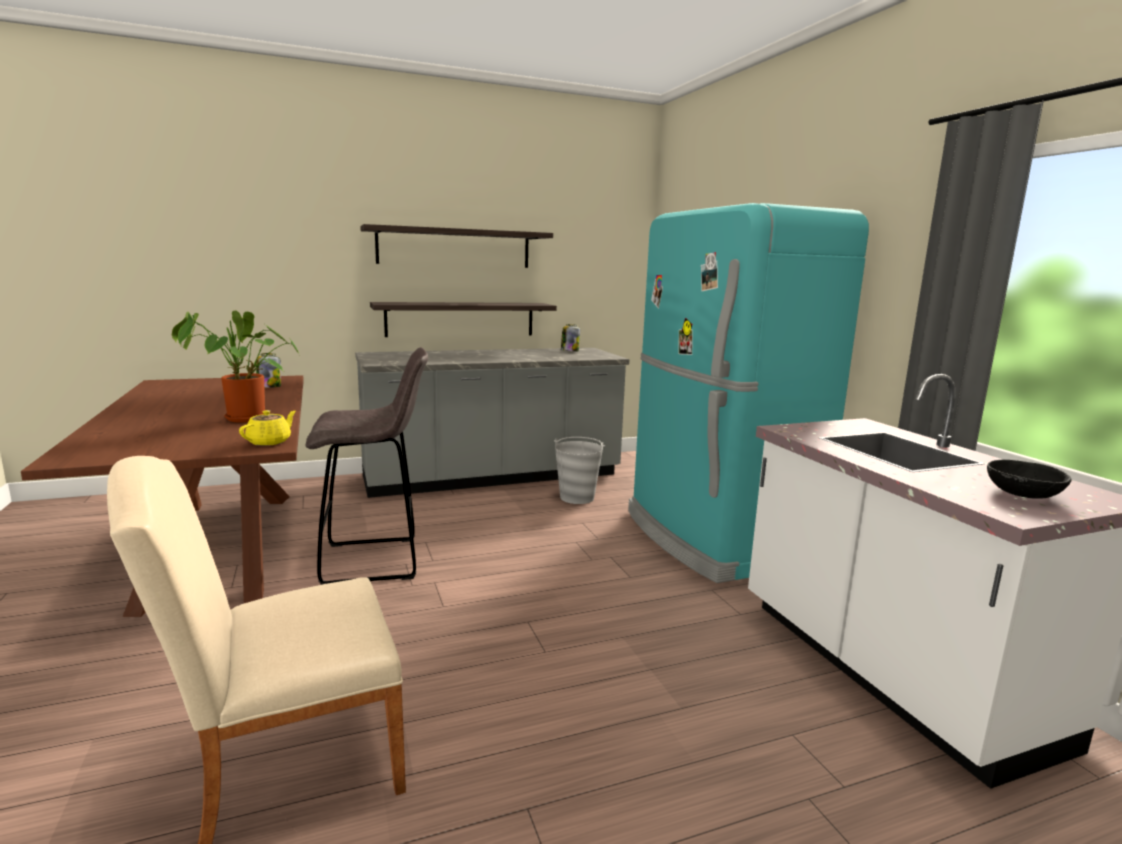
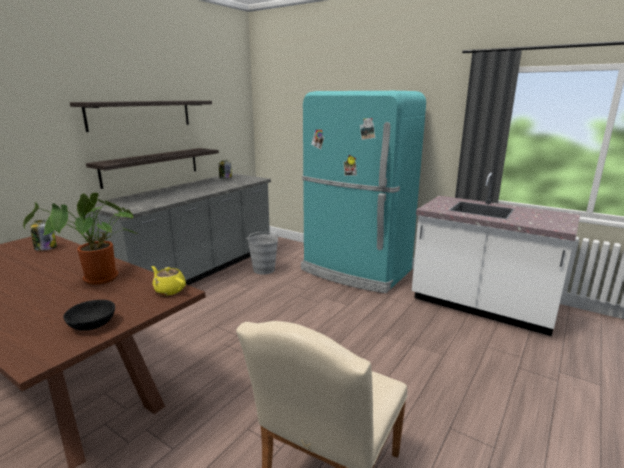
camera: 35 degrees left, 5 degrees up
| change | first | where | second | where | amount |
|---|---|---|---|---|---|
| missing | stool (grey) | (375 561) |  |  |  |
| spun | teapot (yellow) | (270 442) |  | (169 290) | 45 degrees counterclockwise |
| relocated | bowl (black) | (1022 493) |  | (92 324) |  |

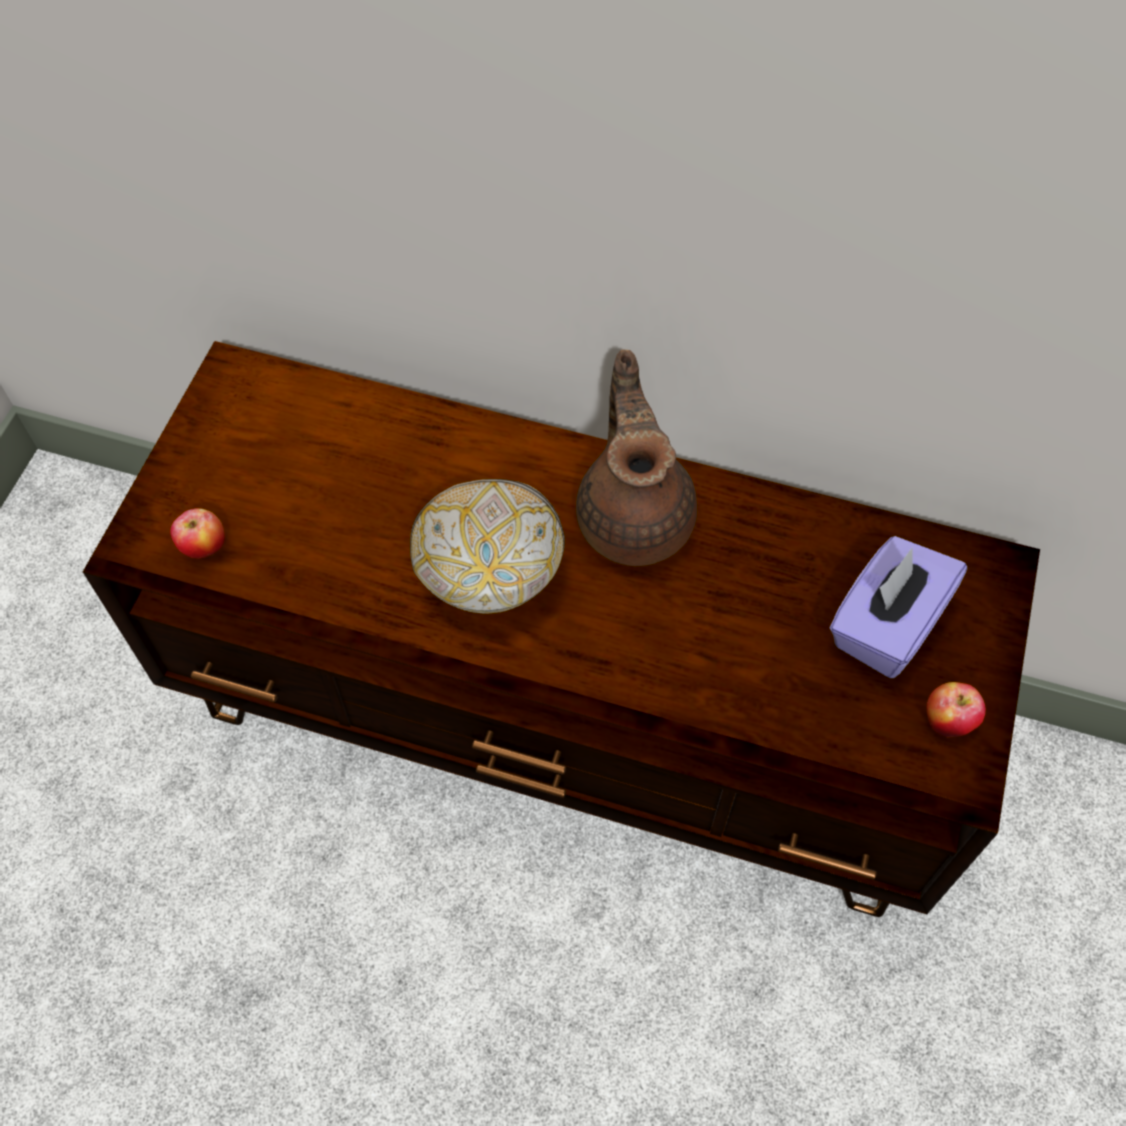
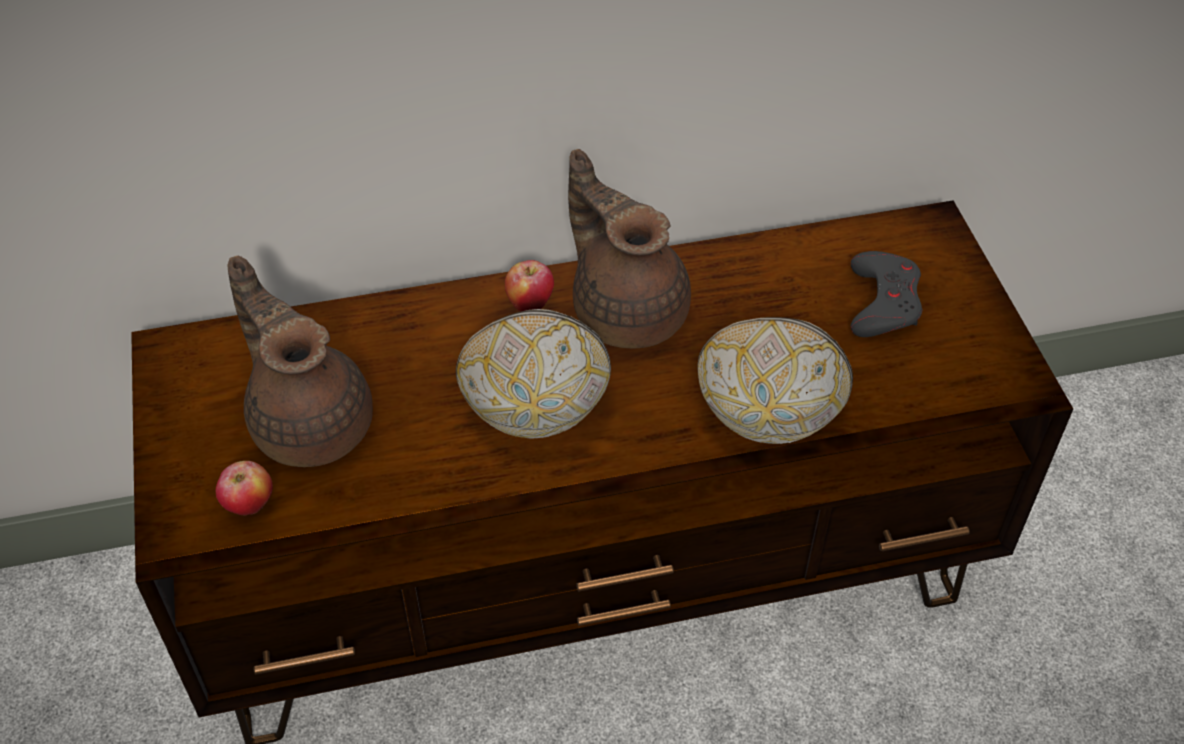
camera: 30 degrees left, 10 degrees down
| change | first | where | second | where | amount |
|---|---|---|---|---|---|
| exchanged | tissue box (purple) | (885 625) | game controller (grey) | (883 302) |  |
| relocated | apple | (947 721) |  | (530 303) |  |
| appeared |  |  | teapot (brown) | (310 421) |  |
| appeared |  |  | bowl | (770 412) |  |

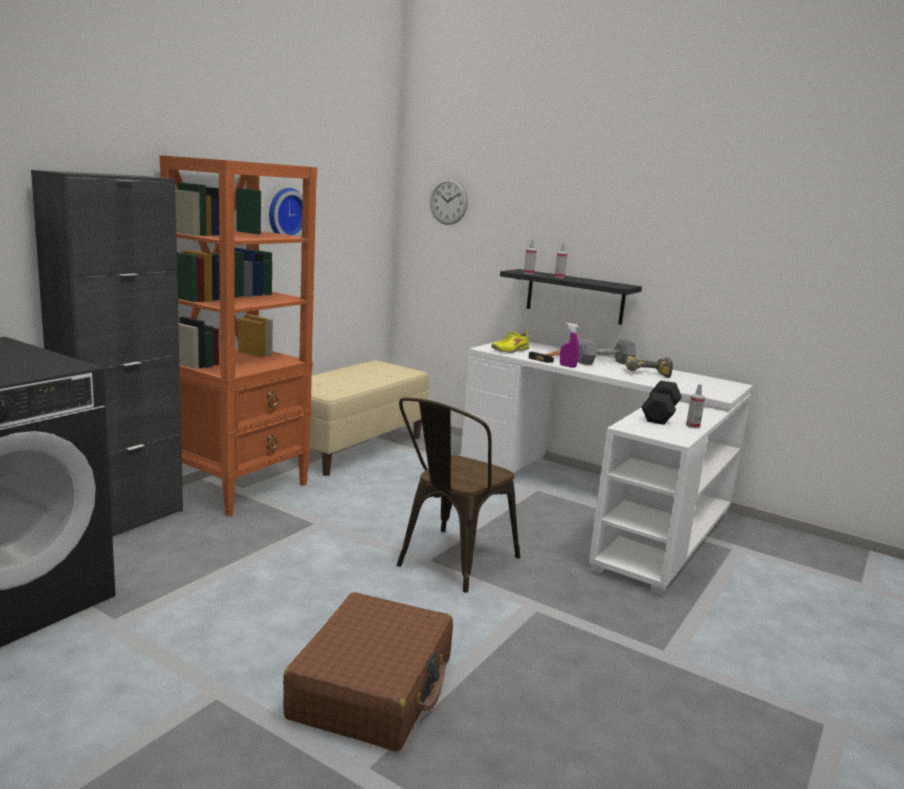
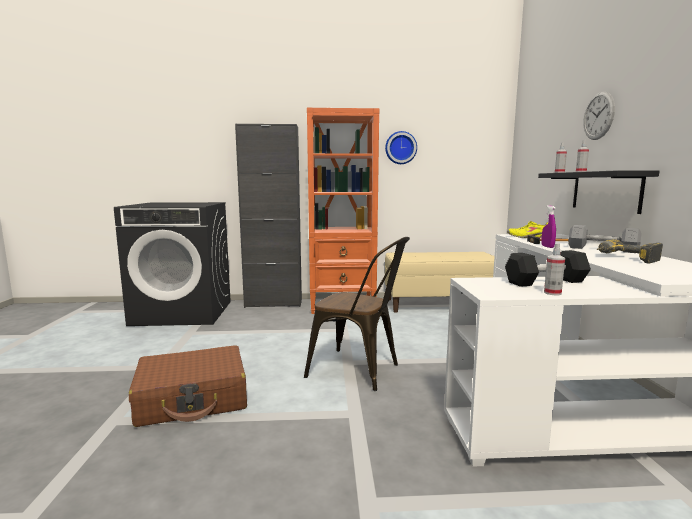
camera: 55 degrees right, 5 degrees down
| change | first | where | second | where | amount |
|---|---|---|---|---|---|
| relocated | wall clock | (448 201) |  | (598 116) |  |
| spun | chair (brown) | (451 563) |  | (360 371) | 150 degrees counterclockwise |

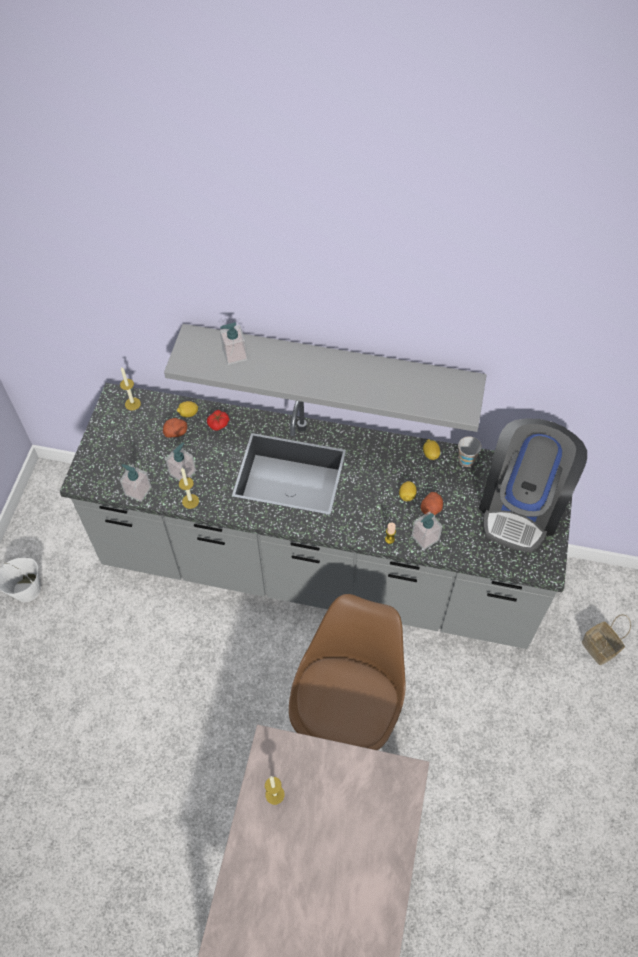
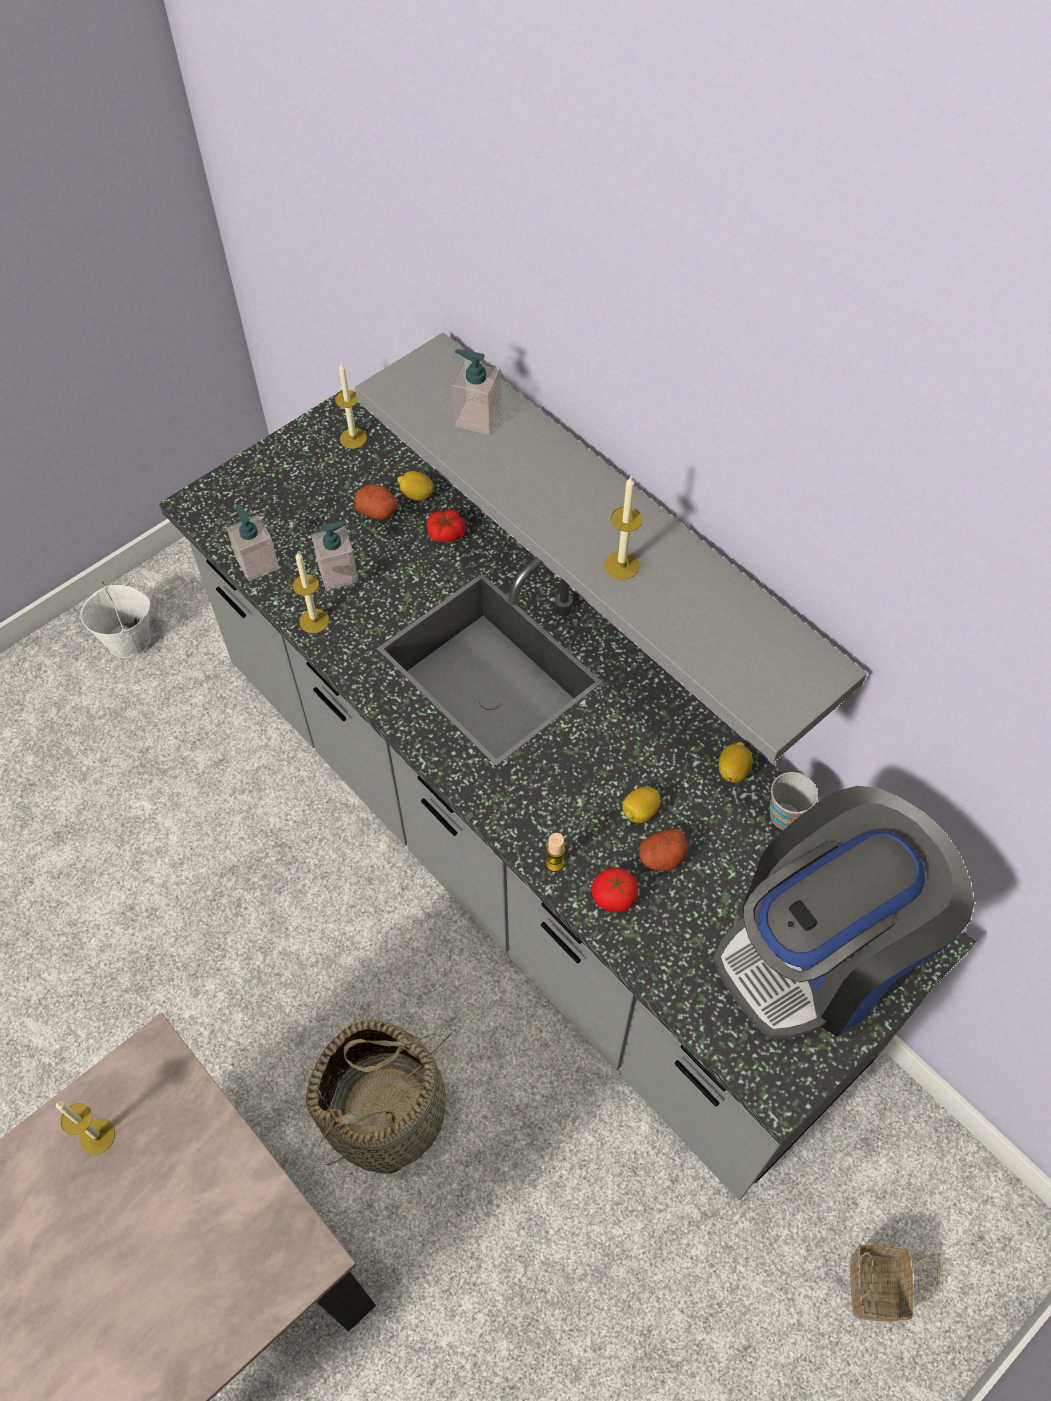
camera: 35 degrees right, 0 degrees up
| change | first | where | second | where | amount |
|---|---|---|---|---|---|
| exchanged | soap dispenser | (425 538) | tomato | (613 897) |  |
| exchanged | chair (brown) | (347 722) | basket | (387 1111) |  |
| appeared |  |  | candle | (621 565) |  |

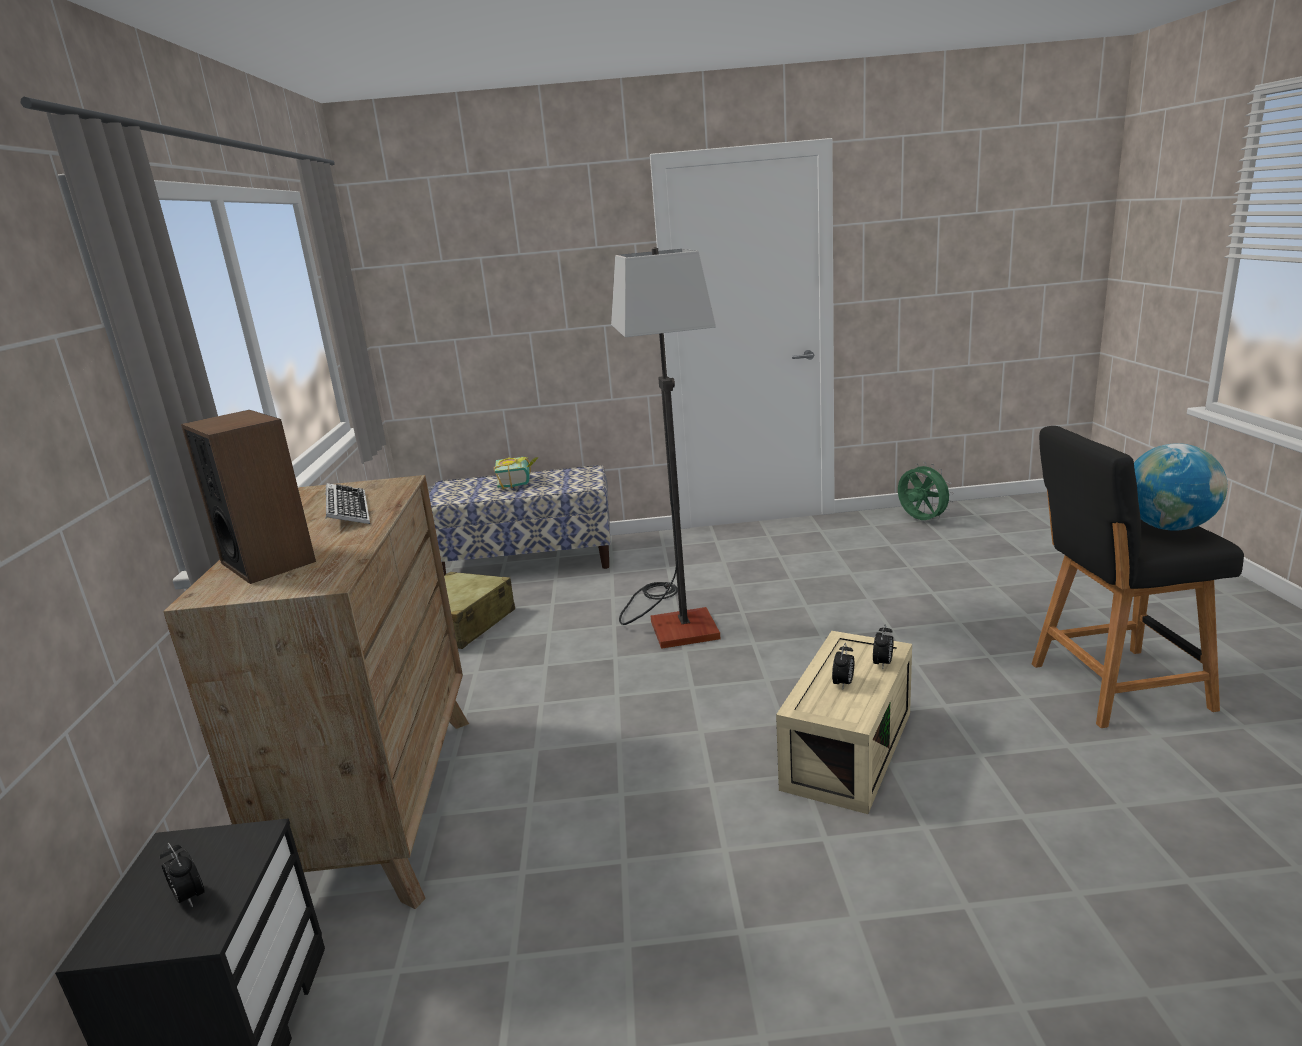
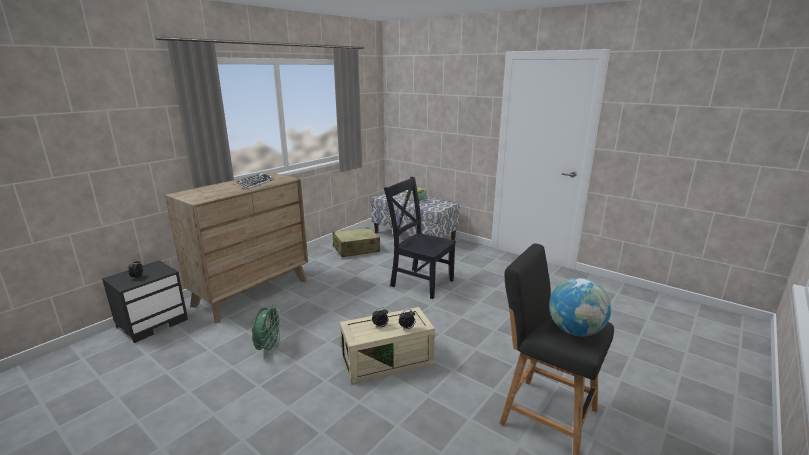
camera: 40 degrees right, 0 degrees up
| change | first | where | second | where | amount |
|---|---|---|---|---|---|
| exchanged | floor lamp | (674 621) | chair (black) | (420 282) |  |
| missing | speaker | (268 562) |  |  |  |
| relocated | fan (green) | (921 521) |  | (269 348) |  |

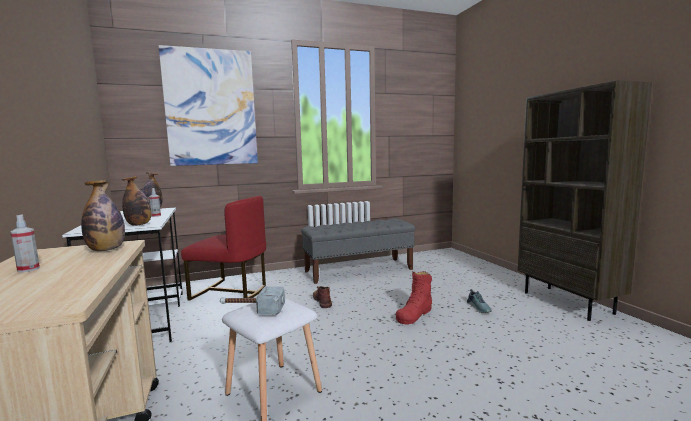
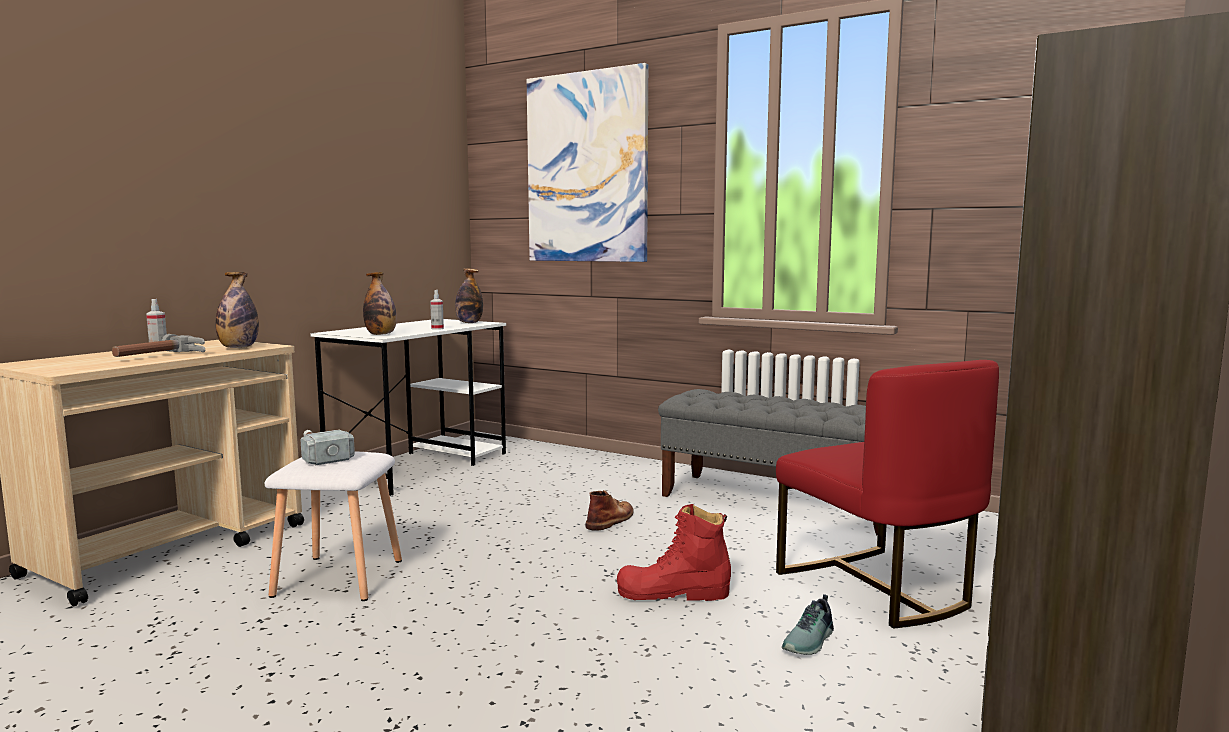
camera: 50 degrees right, 0 degrees up
| change | first | where | second | where | amount |
|---|---|---|---|---|---|
| relocated | chair (red) | (231 291) |  | (877 588) |  |
| appeared |  |  | hammer | (162 356) |  |

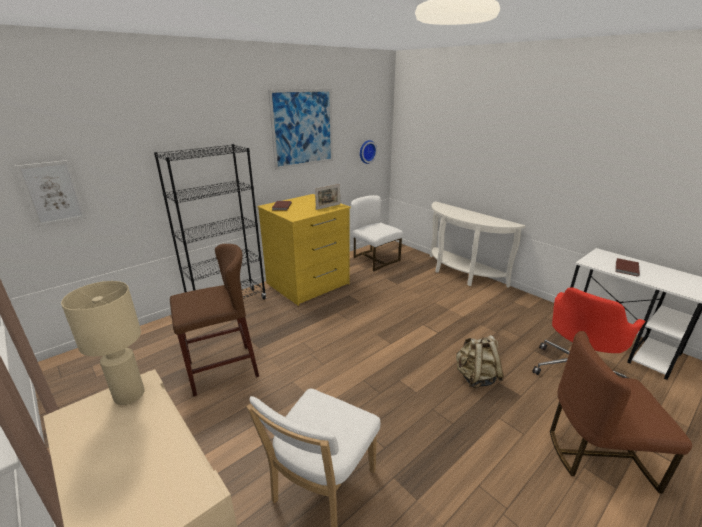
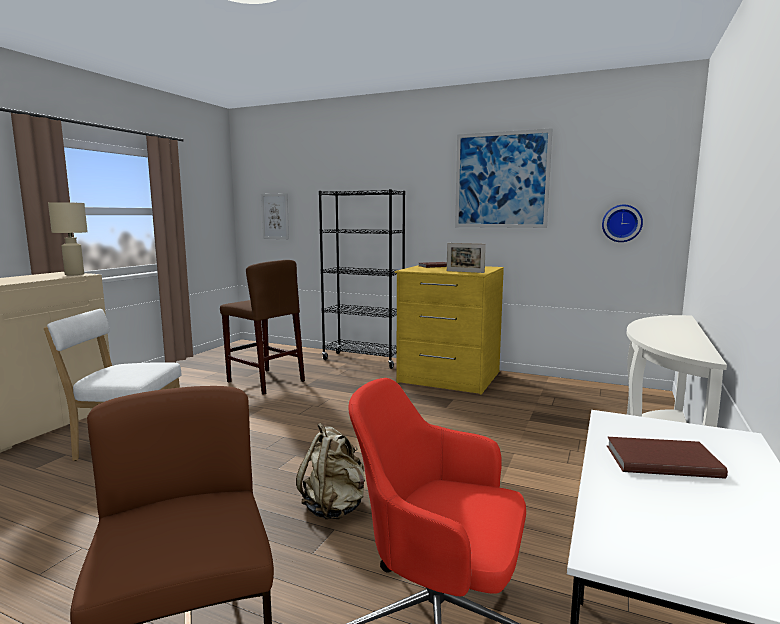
camera: 65 degrees right, 15 degrees down
| change | first | where | second | where | amount |
|---|---|---|---|---|---|
| missing | chair (white) | (374 259) |  |  |  |

